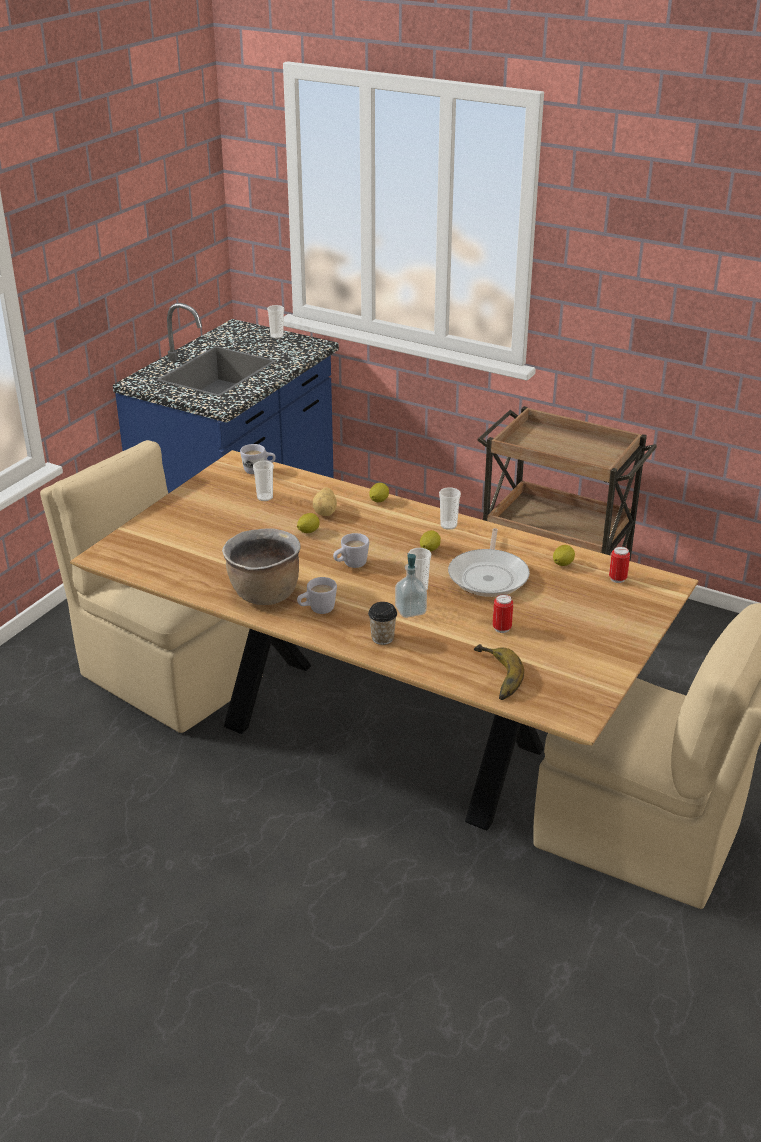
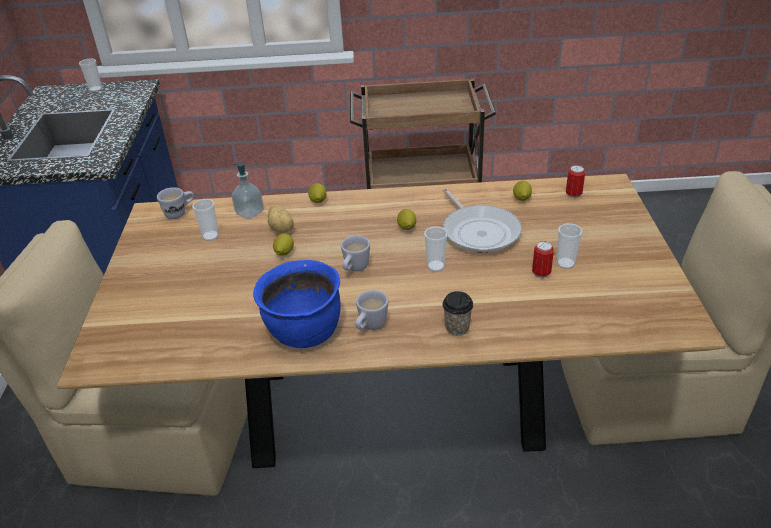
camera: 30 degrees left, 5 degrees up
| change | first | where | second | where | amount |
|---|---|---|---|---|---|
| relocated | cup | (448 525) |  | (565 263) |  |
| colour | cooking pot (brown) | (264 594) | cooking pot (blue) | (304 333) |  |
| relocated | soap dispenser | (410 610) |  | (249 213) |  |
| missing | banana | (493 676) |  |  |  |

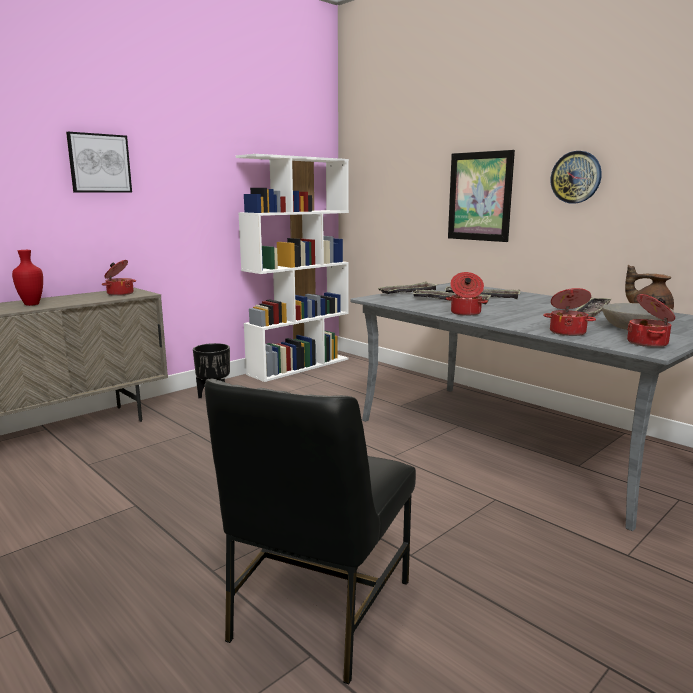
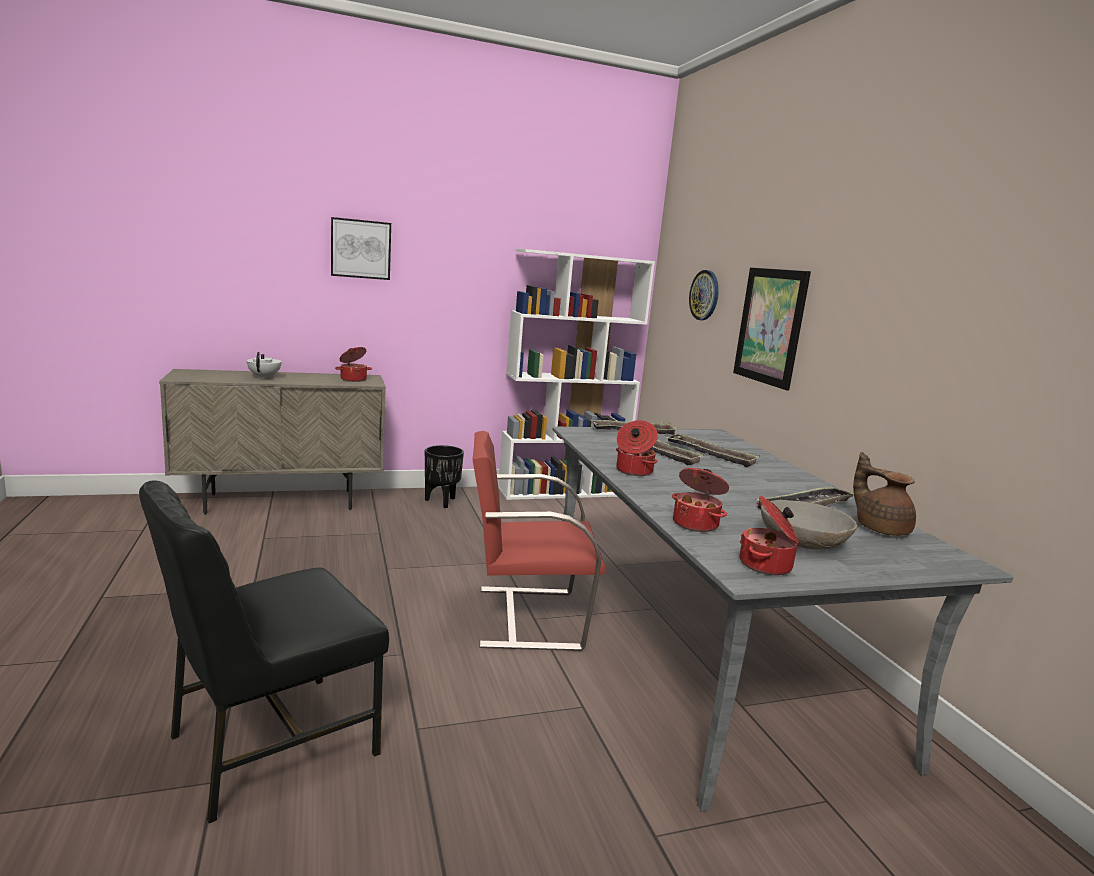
camera: 25 degrees right, 0 degrees up
| change | first | where | second | where | amount |
|---|---|---|---|---|---|
| relocated | wall clock | (576 177) |  | (704 295) |  |
| exchanged | vase (red) | (32 304) | teapot (white) | (265 377) |  |
| appeared |  |  | chair (red) | (525 617) |  |

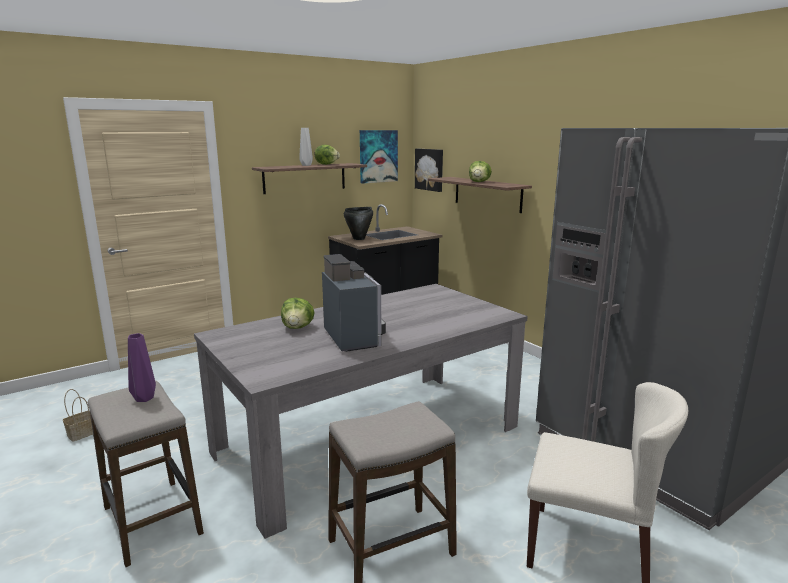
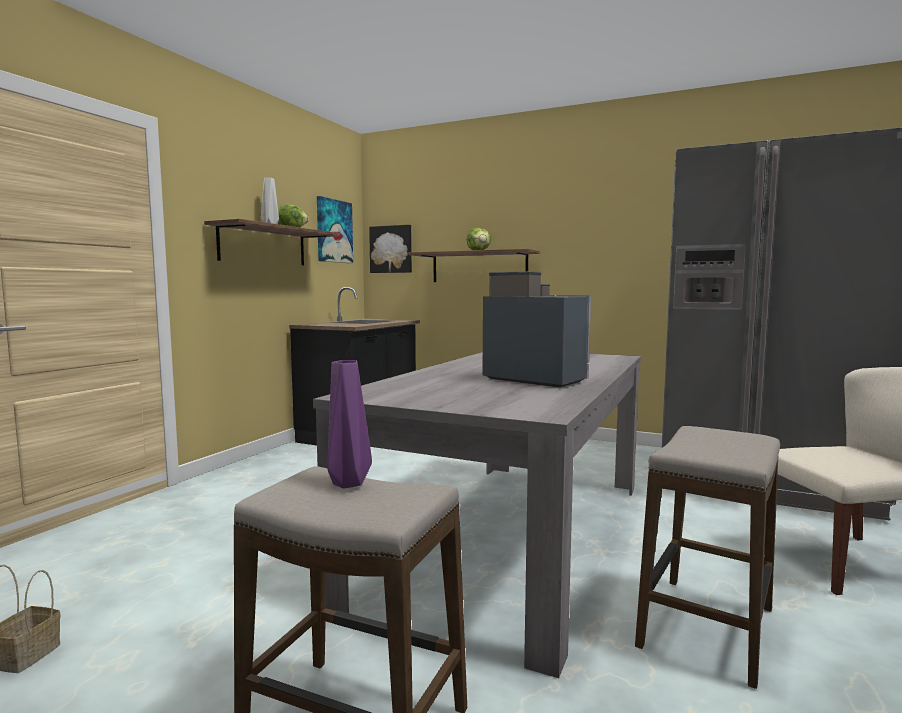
camera: 30 degrees left, 10 degrees down
| change | first | where | second | where | amount |
|---|---|---|---|---|---|
| missing | cooking pot (black) | (359 239) |  |  |  |
| missing | lettuce | (298 327) |  |  |  |

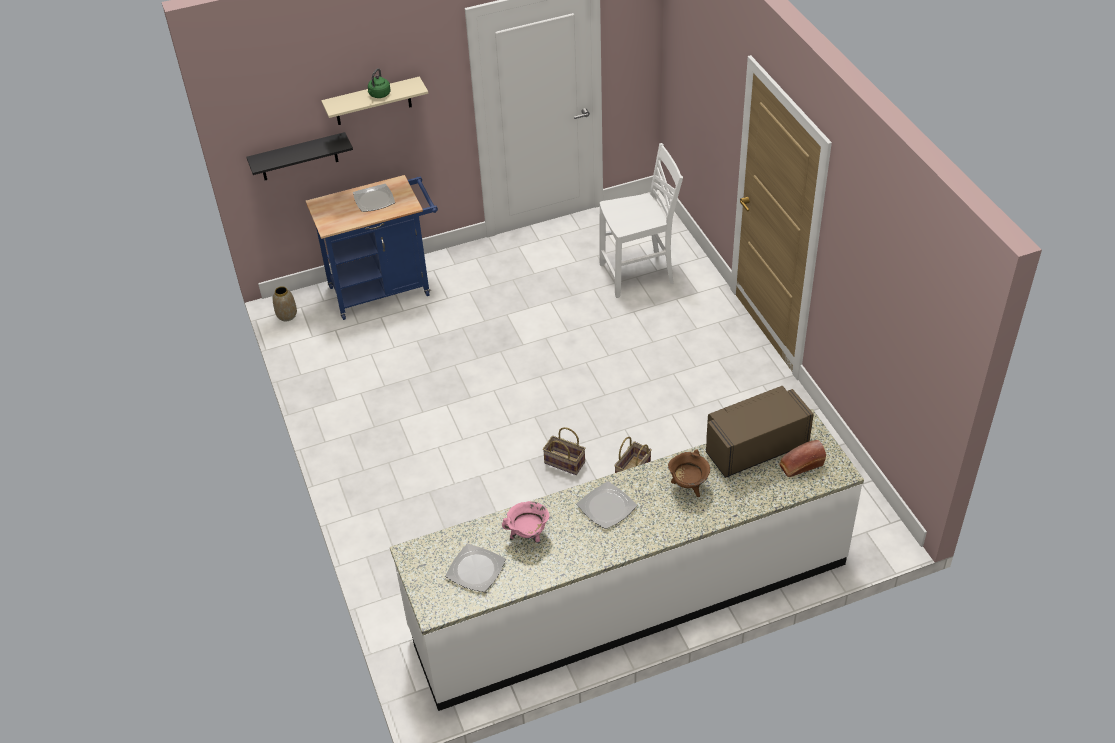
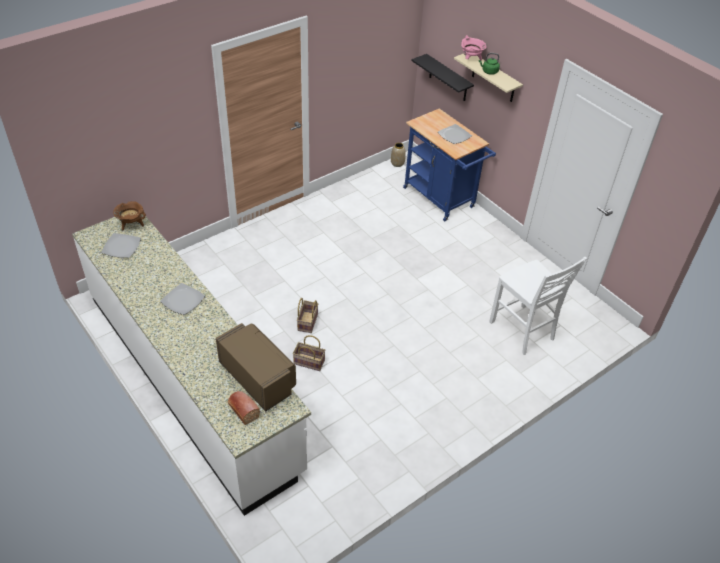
camera: 70 degrees right, 0 degrees up
| change | first | where | second | where | amount |
|---|---|---|---|---|---|
| relocated | cooking pot (brown) | (688 486) |  | (131 224) |  |
| relocated | cooking pot (pink) | (528 535) |  | (471 59) |  |

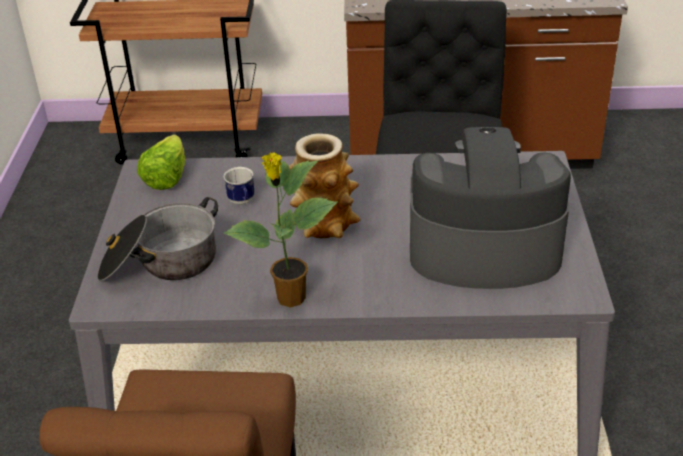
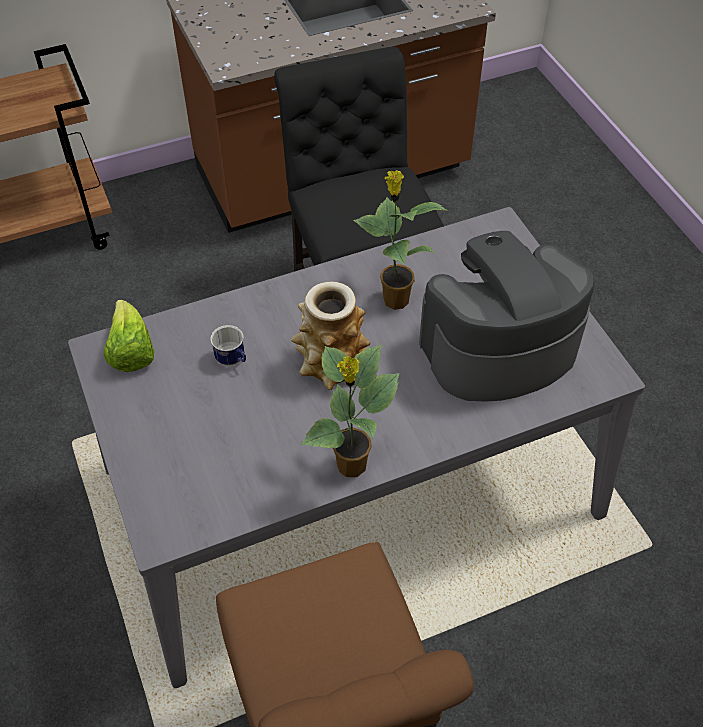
camera: 25 degrees left, 15 degrees up
| change | first | where | second | where | amount |
|---|---|---|---|---|---|
| missing | cooking pot | (160 263) |  |  |  |
| appeared |  |  | potted plant | (394 299) |  |

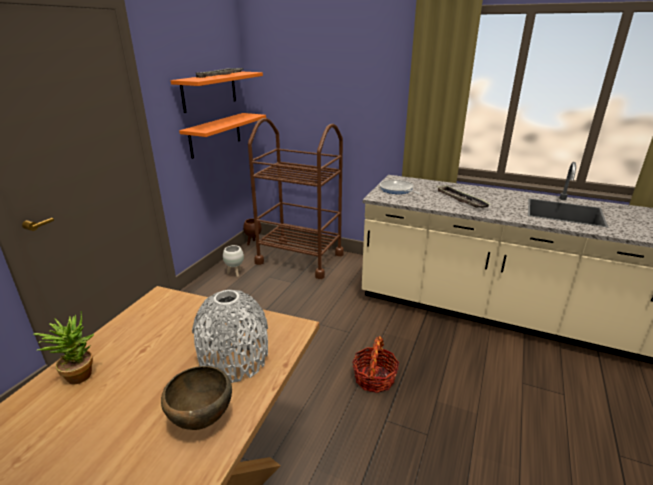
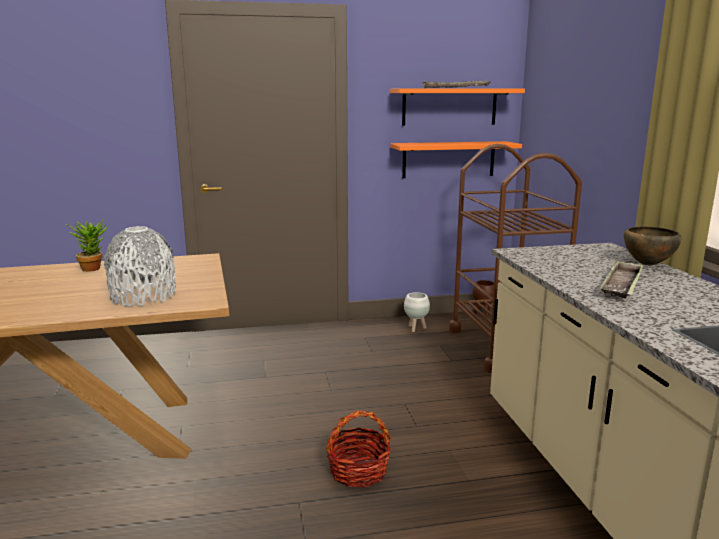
camera: 55 degrees right, 10 degrees down
| change | first | where | second | where | amount |
|---|---|---|---|---|---|
| missing | frying pan | (397 190) |  |  |  |
| relocated | bowl (brown) | (201 420) |  | (647 264) |  |

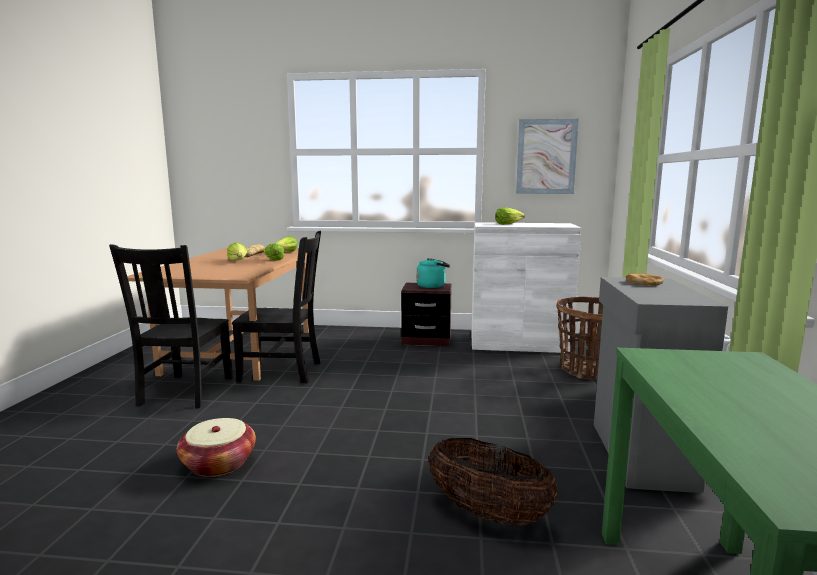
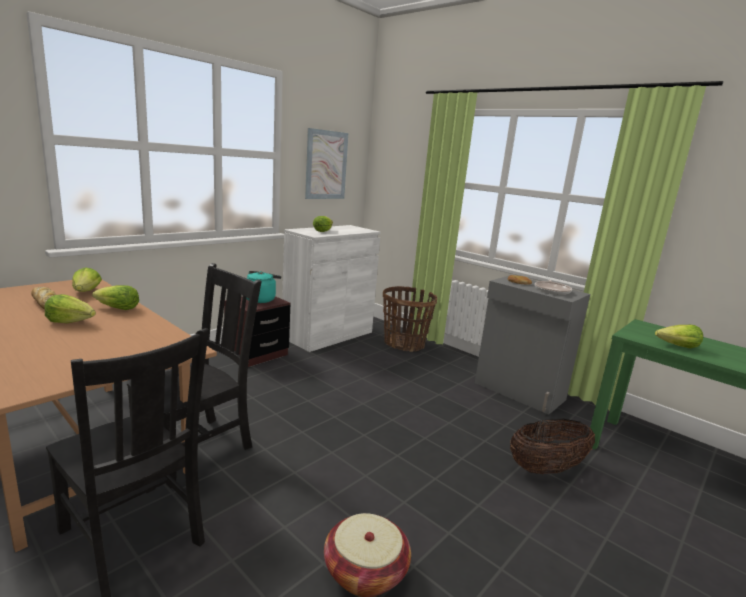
camera: 55 degrees left, 5 degrees up
| change | first | where | second | where | amount |
|---|---|---|---|---|---|
| appeared |  |  | frying pan | (552 290) |  |
| appeared |  |  | lettuce | (677 346) |  |

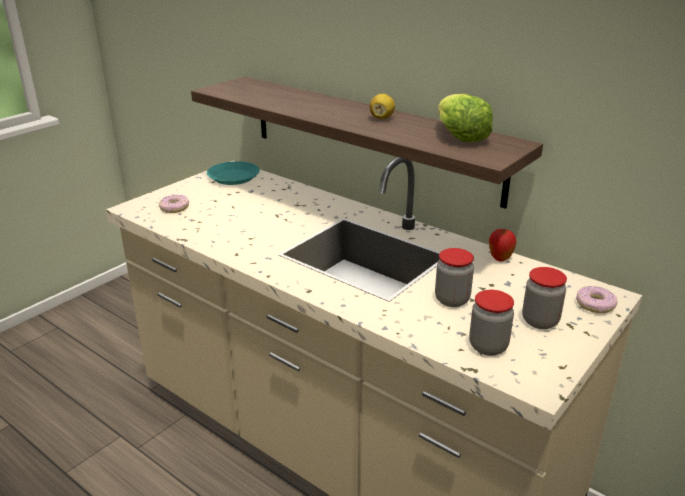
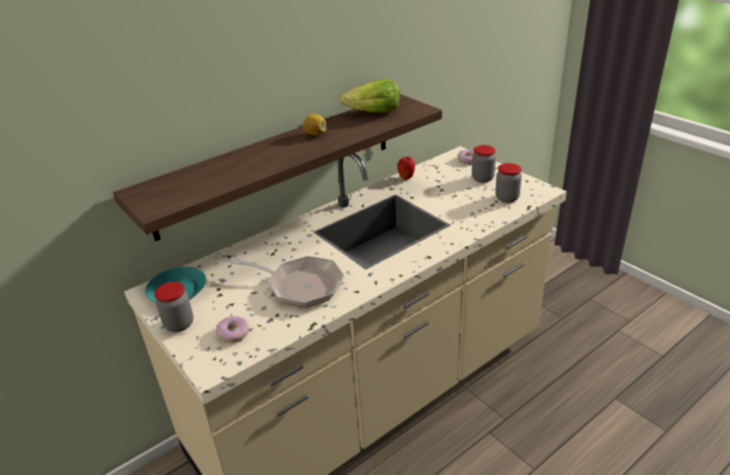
camera: 75 degrees left, 5 degrees up
| change | first | where | second | where | amount |
|---|---|---|---|---|---|
| relocated | jar | (452 300) |  | (179 324) |  |
| appeared |  |  | frying pan | (300 285) |  |

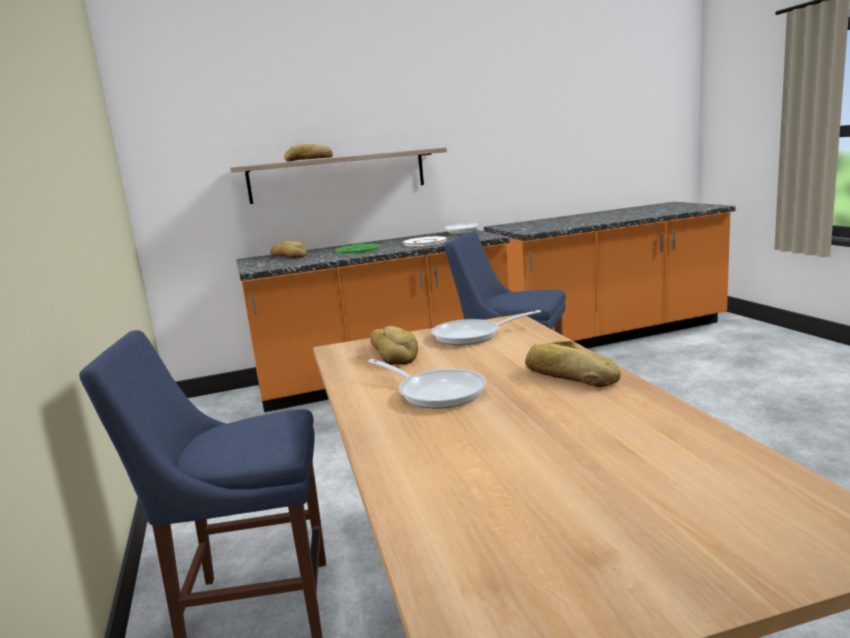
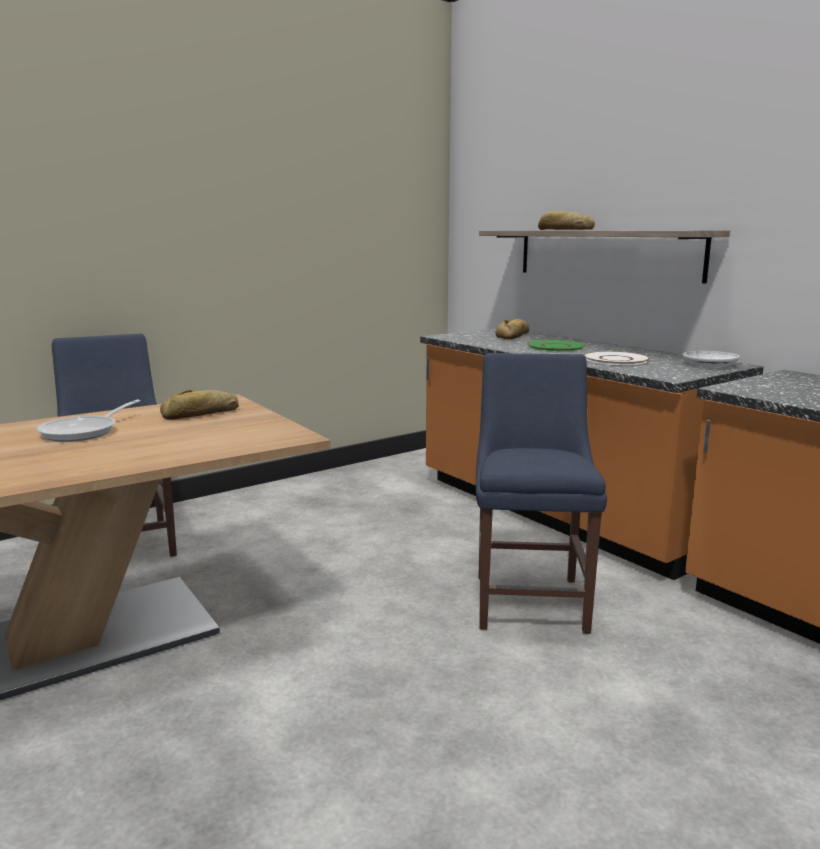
camera: 70 degrees right, 0 degrees up
| change | first | where | second | where | amount |
|---|---|---|---|---|---|
| missing | frying pan | (473 336) |  |  |  |
| missing | bread | (569 376) |  |  |  |

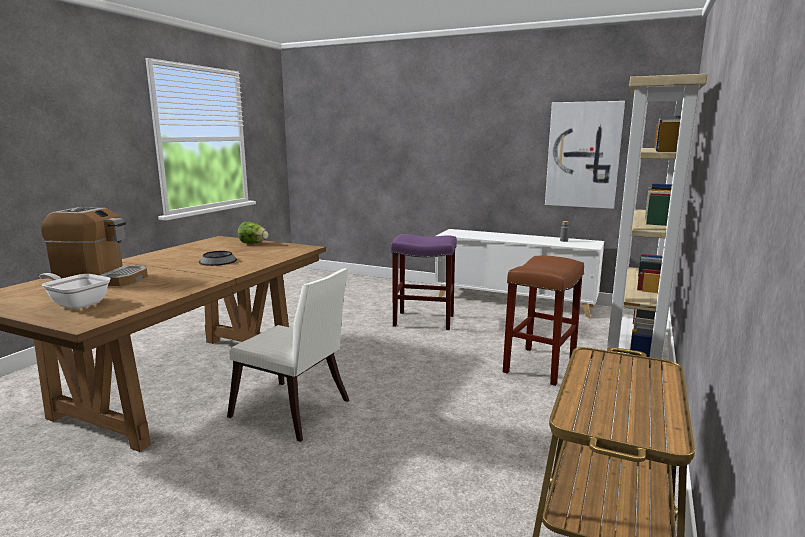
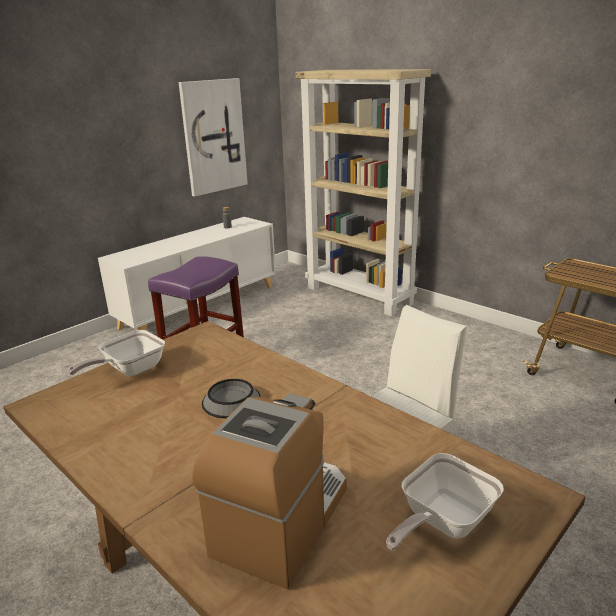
camera: 70 degrees left, 10 degrees up
| change | first | where | second | where | amount |
|---|---|---|---|---|---|
| exchanged | lettuce | (253 243) | frying pan | (129 370) |  |
| missing | stool (brown) | (540 366) |  |  |  |

